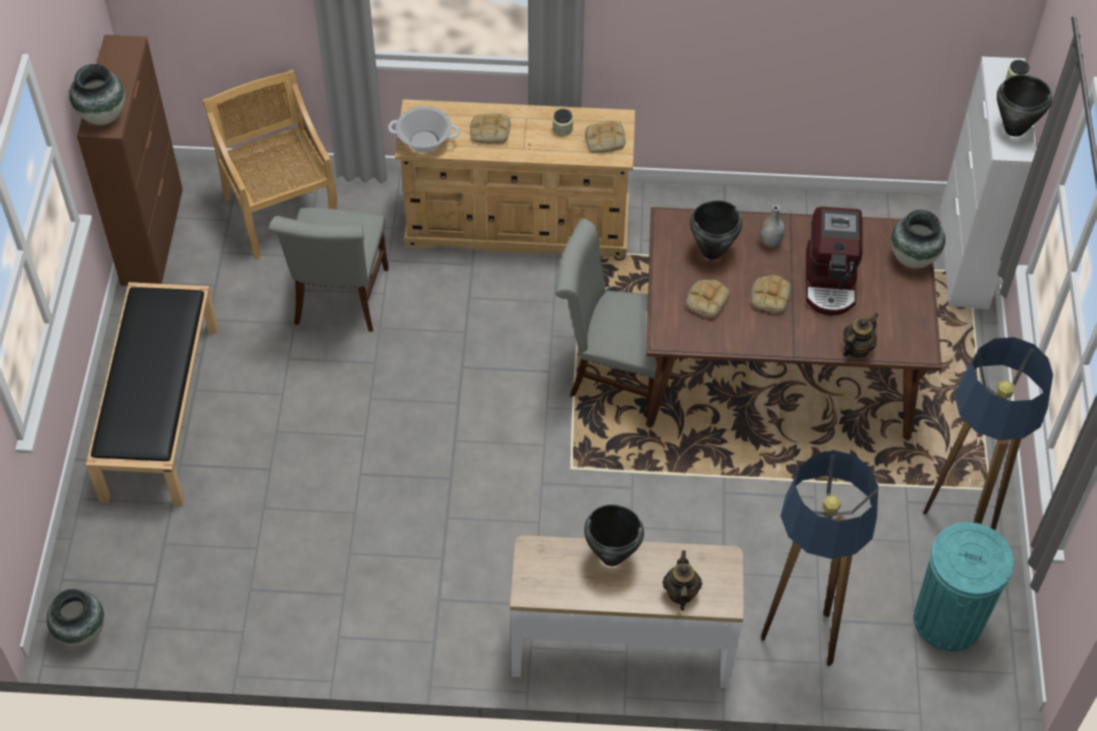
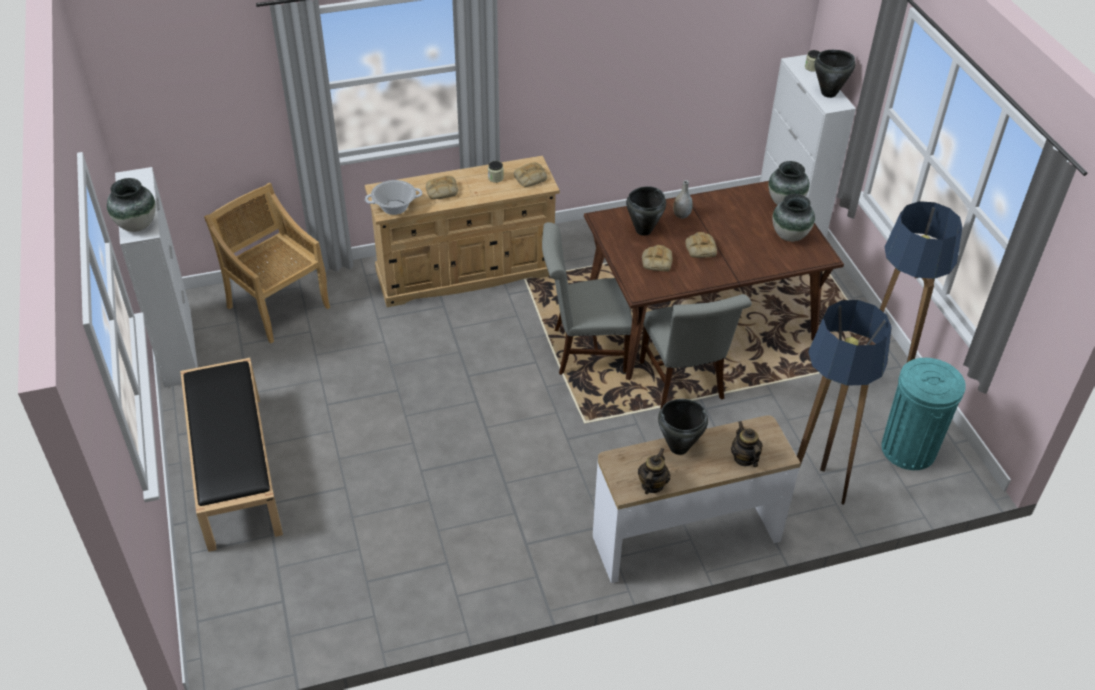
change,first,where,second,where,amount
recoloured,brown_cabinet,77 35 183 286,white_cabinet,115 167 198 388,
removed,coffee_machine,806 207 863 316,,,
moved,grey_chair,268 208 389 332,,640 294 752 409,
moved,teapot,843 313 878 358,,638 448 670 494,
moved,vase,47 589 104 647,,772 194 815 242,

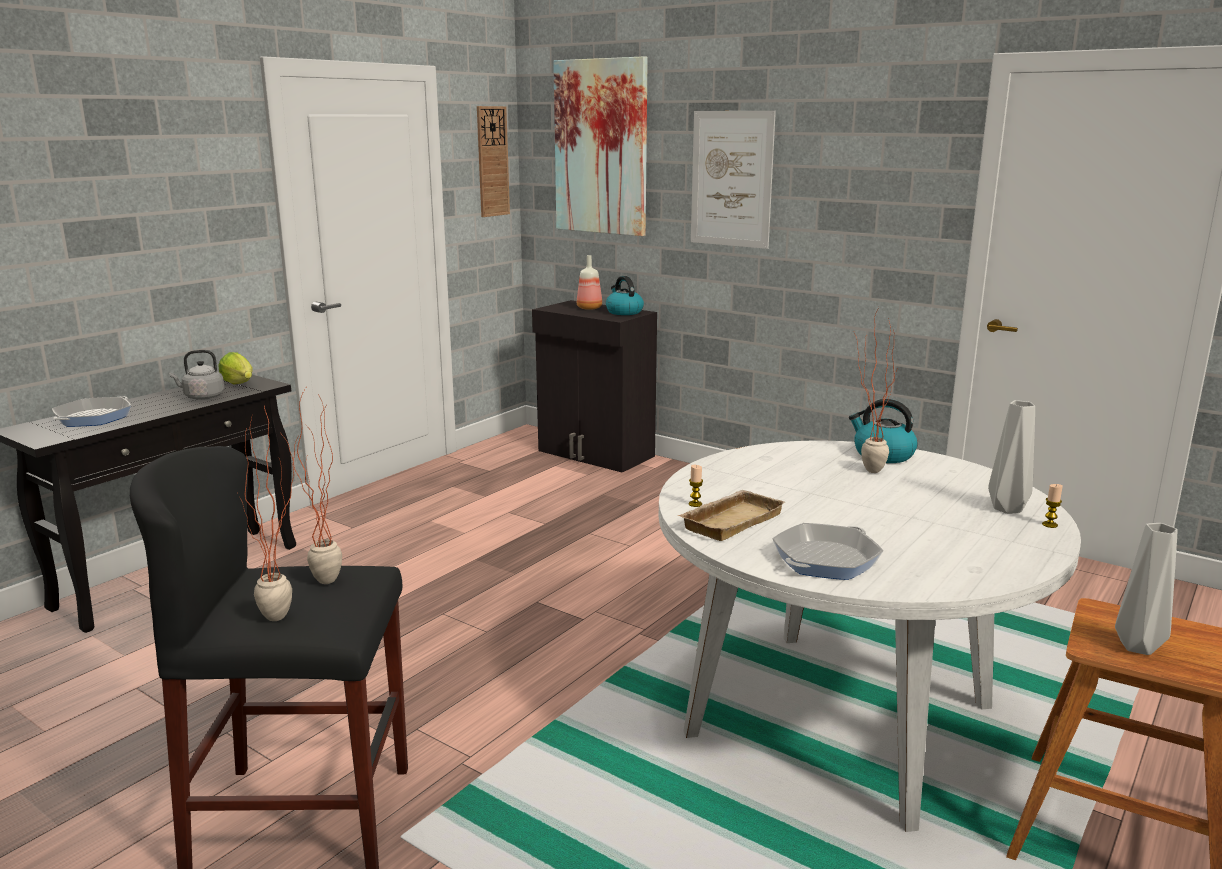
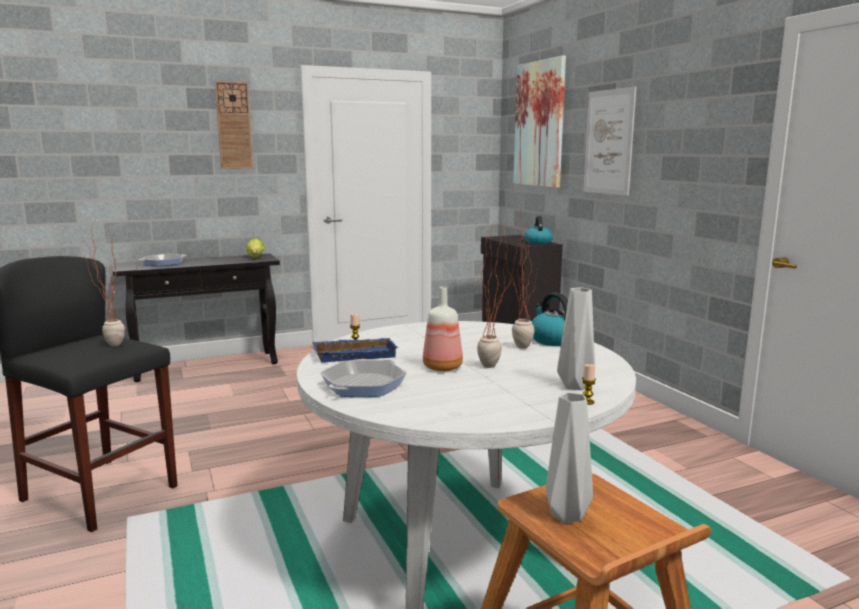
change,first,where,second,where,amount
moved,wall_clock,477 106 510 217,,215 81 253 169,
moved,bottle,577 255 602 310,,423 287 463 371,
removed,grey_kettle,169 350 225 400,,,
moved,potted_plant,237 406 299 621,,476 218 520 368,
recoloured,beige_tray,678 490 785 541,blue_tray,312 338 398 363,
turned,frying_pan,772 523 883 580,,320 359 407 397,45 degrees counterclockwise

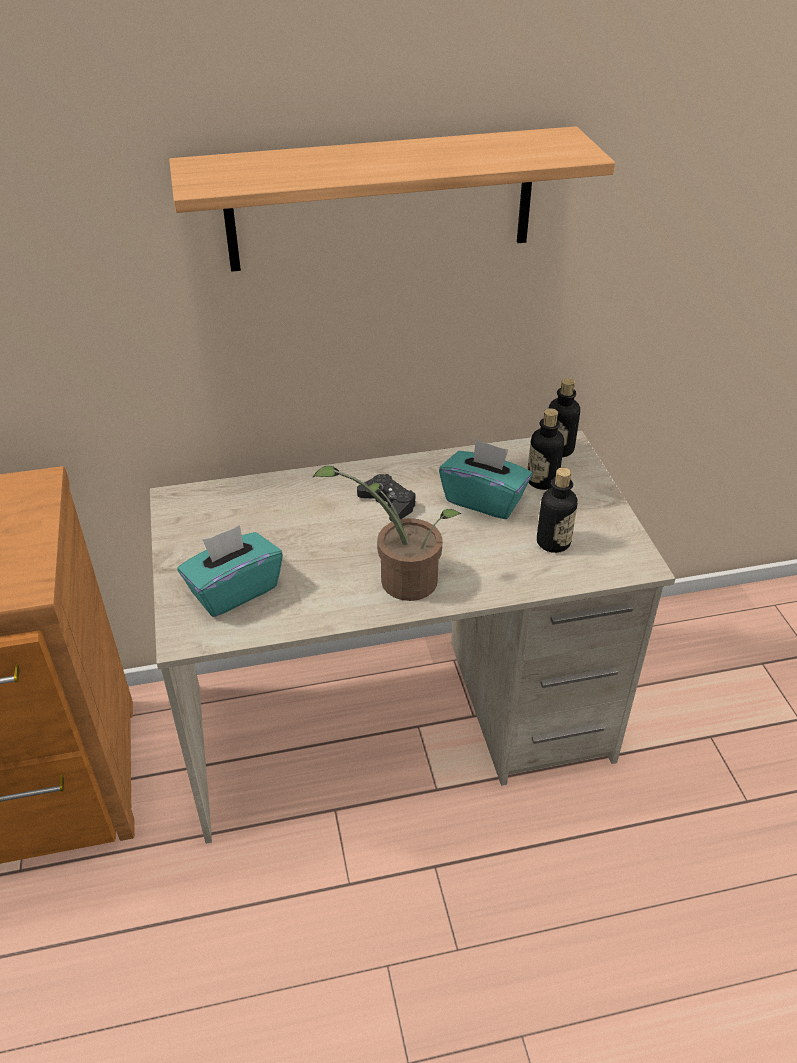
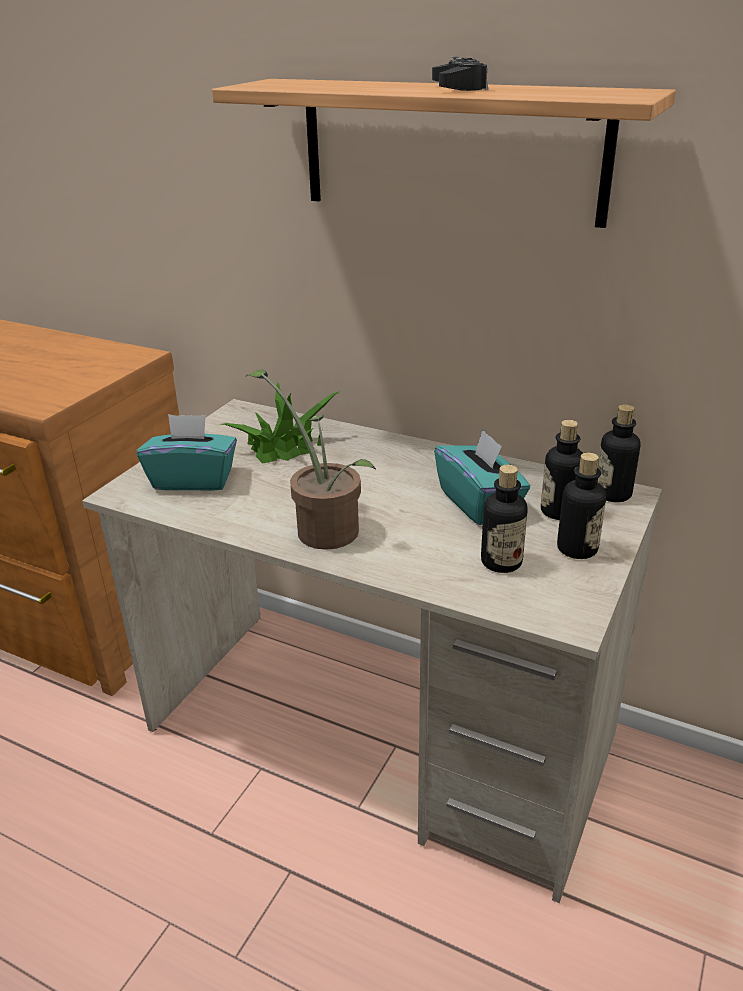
change,first,where,second,where,amount
moved,black_game_controller,357 474 416 522,,432 57 488 91,
added,,,potted_plant,220 382 340 464,
added,,,bottle,557 452 606 559,

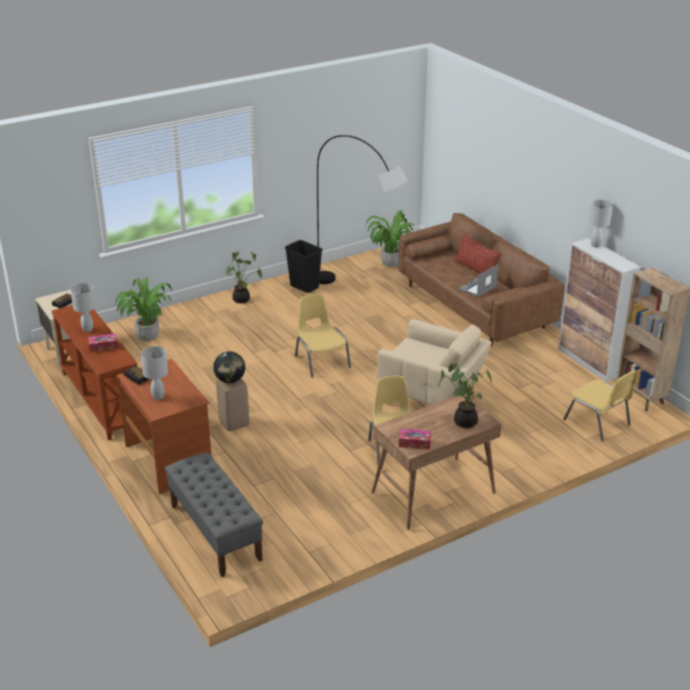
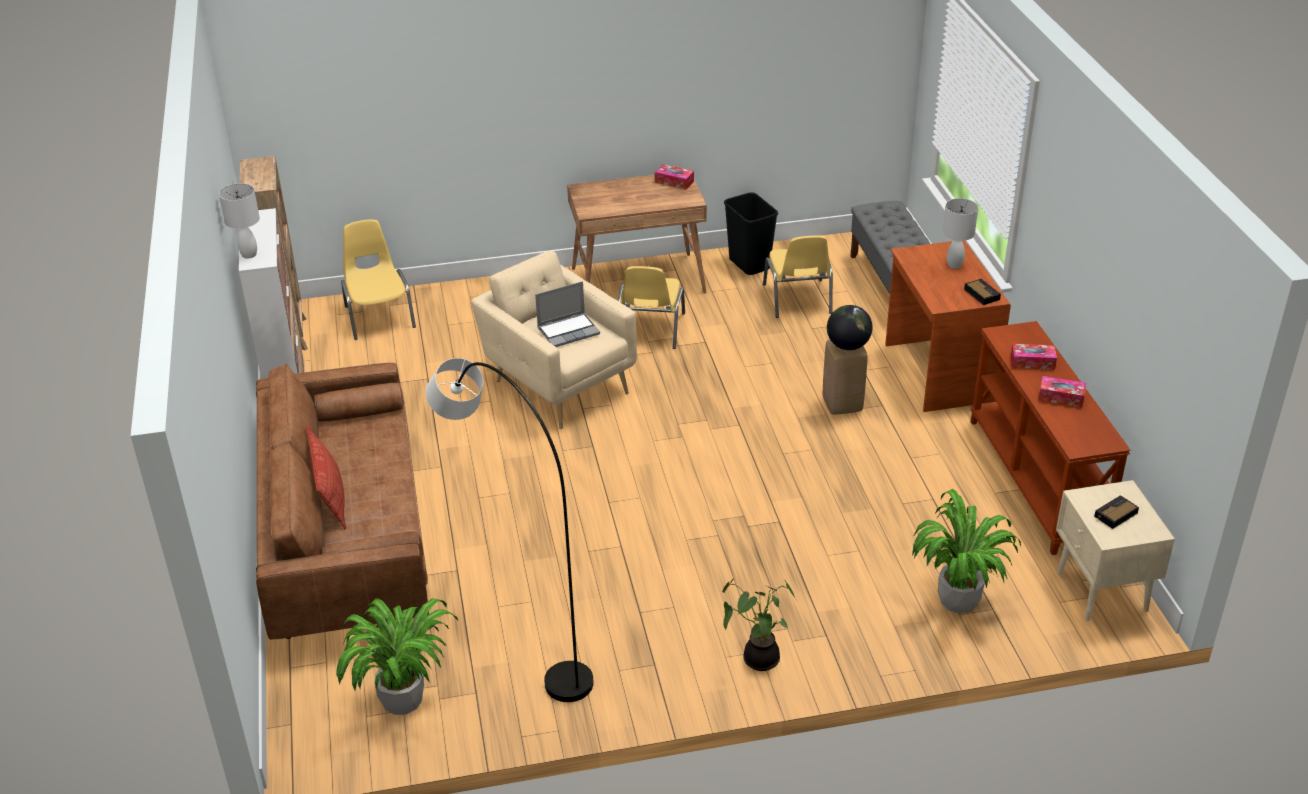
change,first,where,second,where,amount
moved,black_trash_can,285 240 323 293,,724 192 778 275,
moved,laptop,459 264 498 297,,535 281 600 347,
replaced,white_table_lamp,70 283 96 332,tissue_box,1038 376 1086 408,
moved,yellow_chair,295 293 351 378,,763 235 833 318,
removed,potted_plant,438 363 492 428,,,

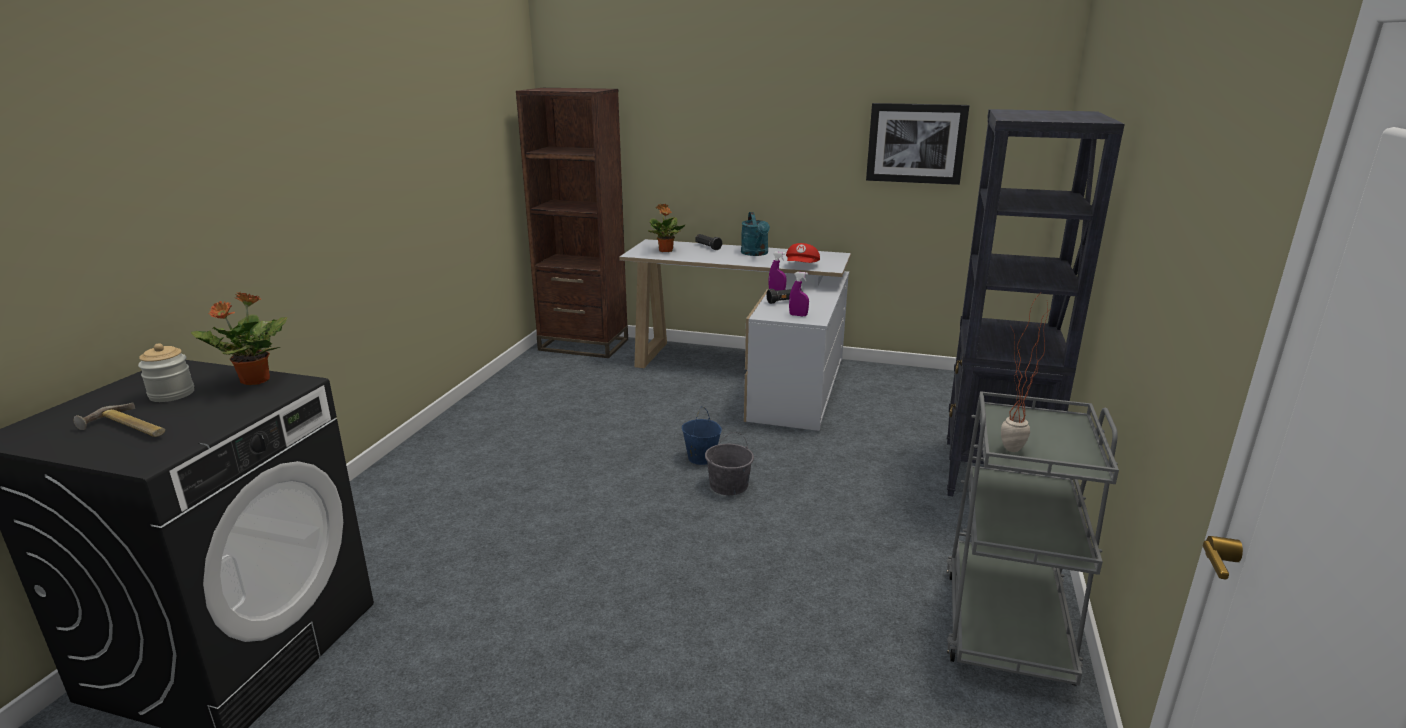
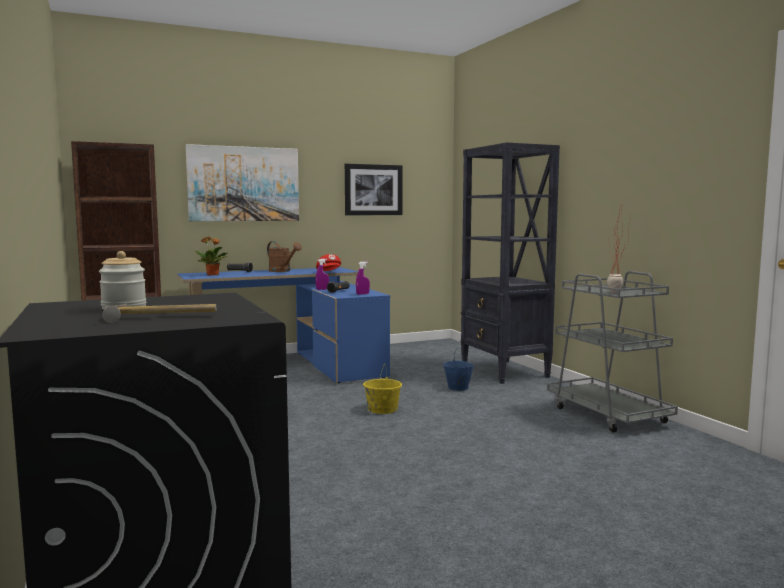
change,first,where,second,where,amount
recoloured,turquoise_watering_can,741 212 770 256,brown_watering_can,267 241 302 272,
recoloured,white_desk,619 239 851 431,blue_desk,177 267 390 383,
removed,potted_plant,191 292 288 385,,,
moved,blue_bucket,682 407 722 465,,443 347 474 391,
recoloured,grey_bucket,705 432 754 495,yellow_bucket,363 364 402 414,
added,,,picture,186 144 299 221,

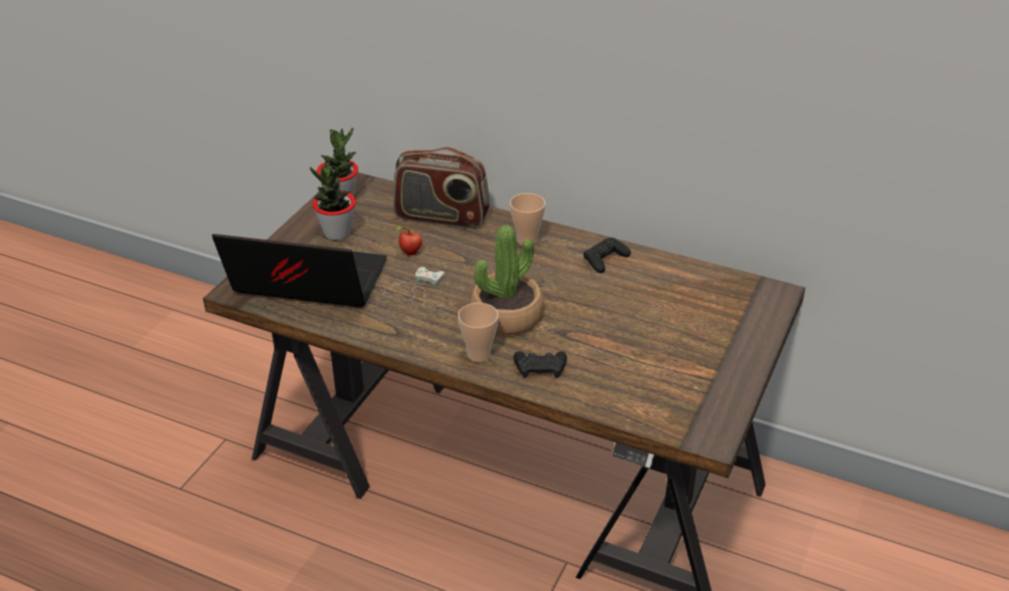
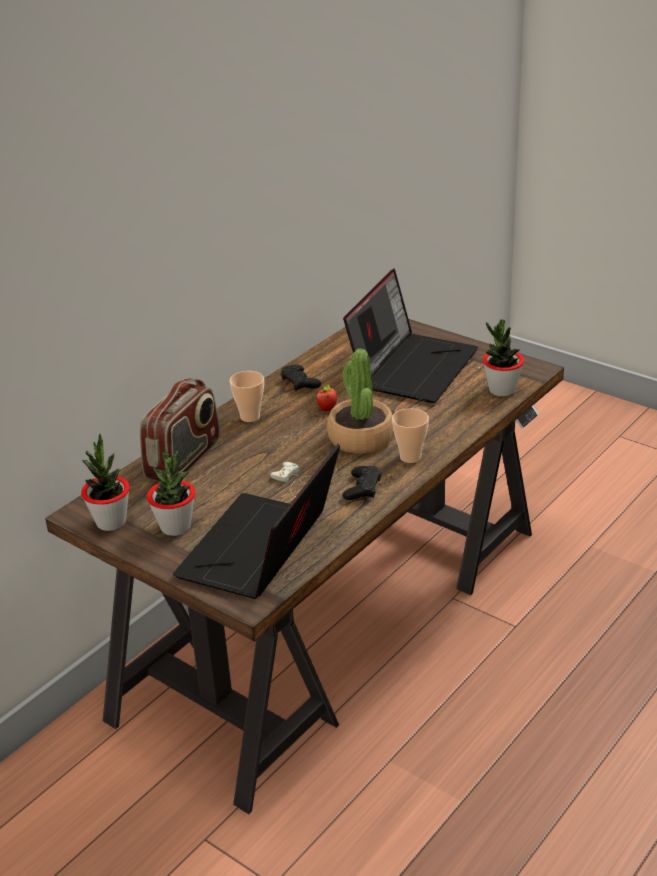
change,first,where,second,where,amount
moved,apple,396 227 422 256,,316 384 337 411,
moved,black_game_controller,513 351 567 378,,343 466 381 500,
added,,,laptop,343 269 478 403,
added,,,potted_plant,482 319 524 397,

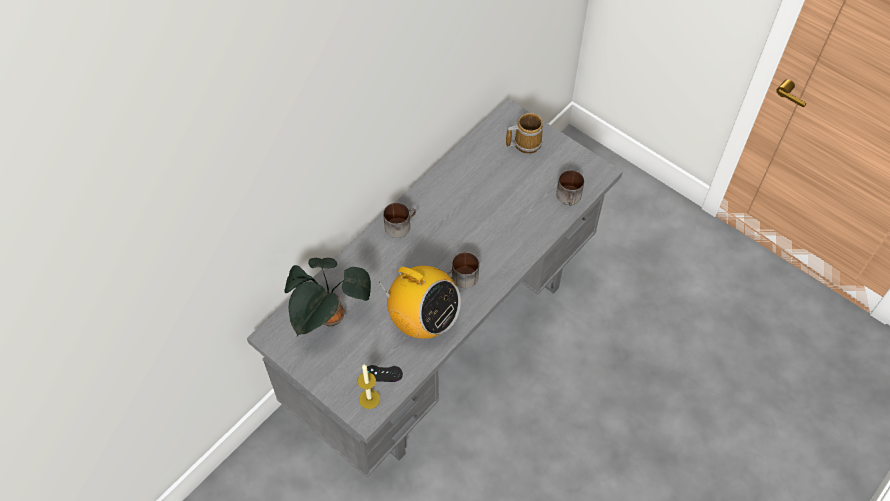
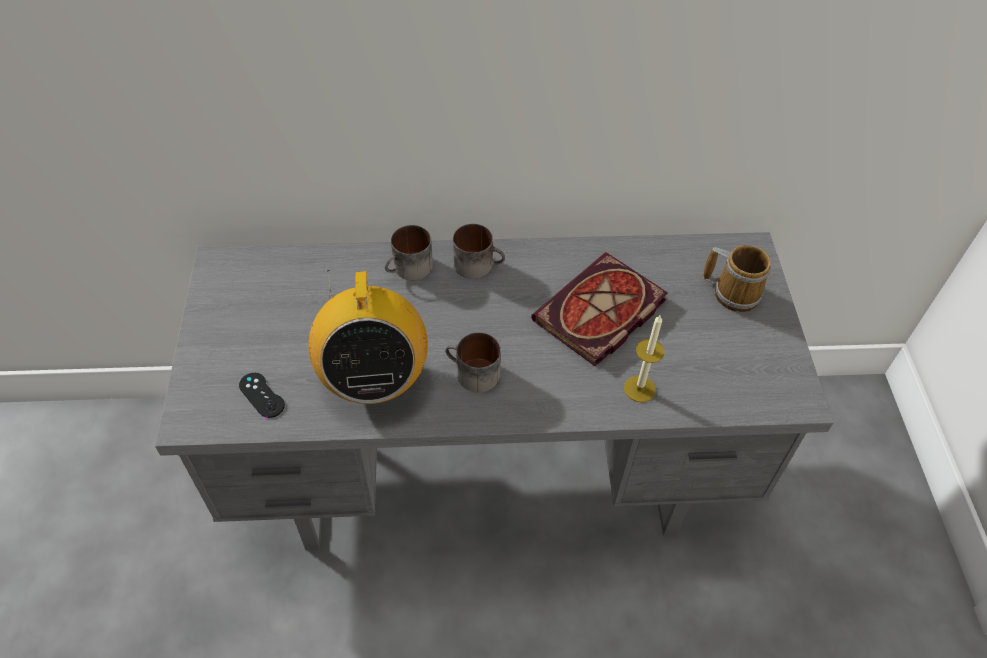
change,first,where,second,where,amount
moved,mug,556 170 584 206,,385 225 433 280,
removed,potted_plant,284 258 371 336,,,
moved,candle,357 365 380 409,,624 315 665 402,
added,,,book,531 252 668 367,

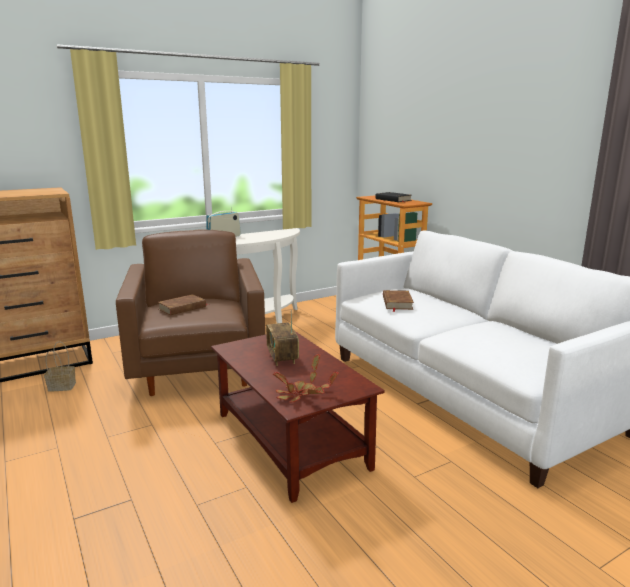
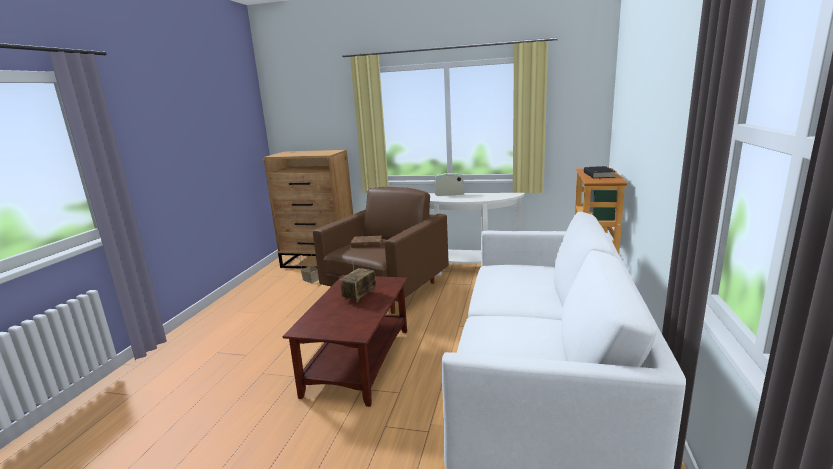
change,first,where,second,where,amount
removed,brown_book,383 290 414 312,,,
removed,potted_plant,273 354 339 403,,,

